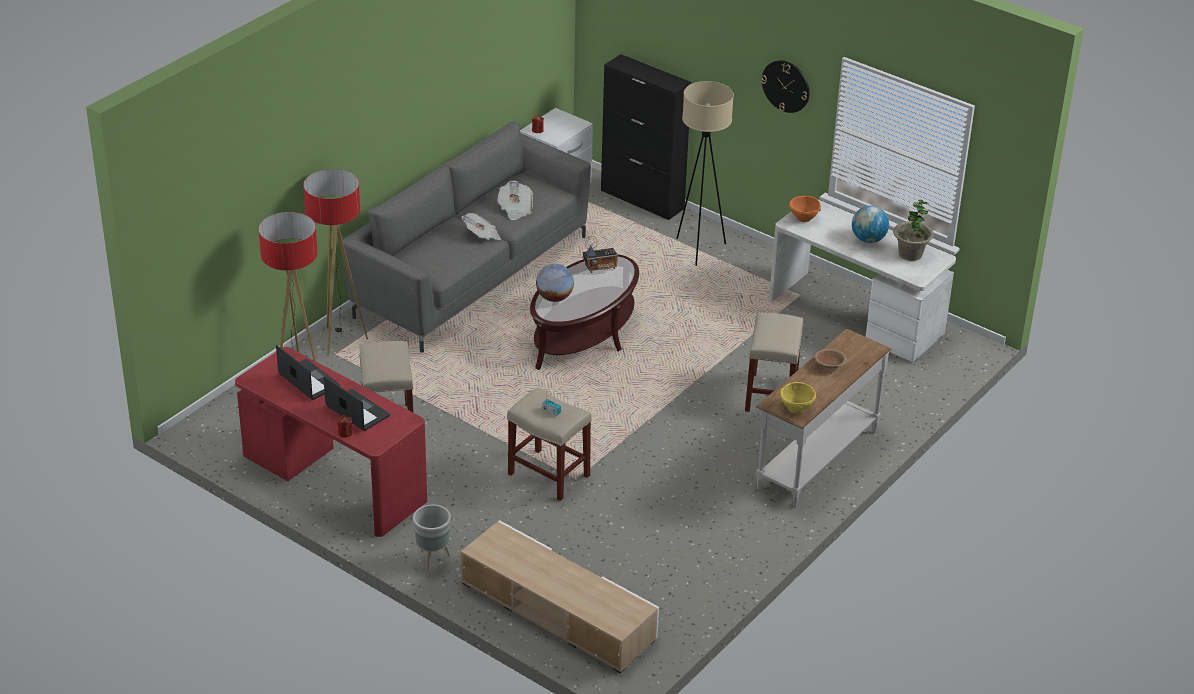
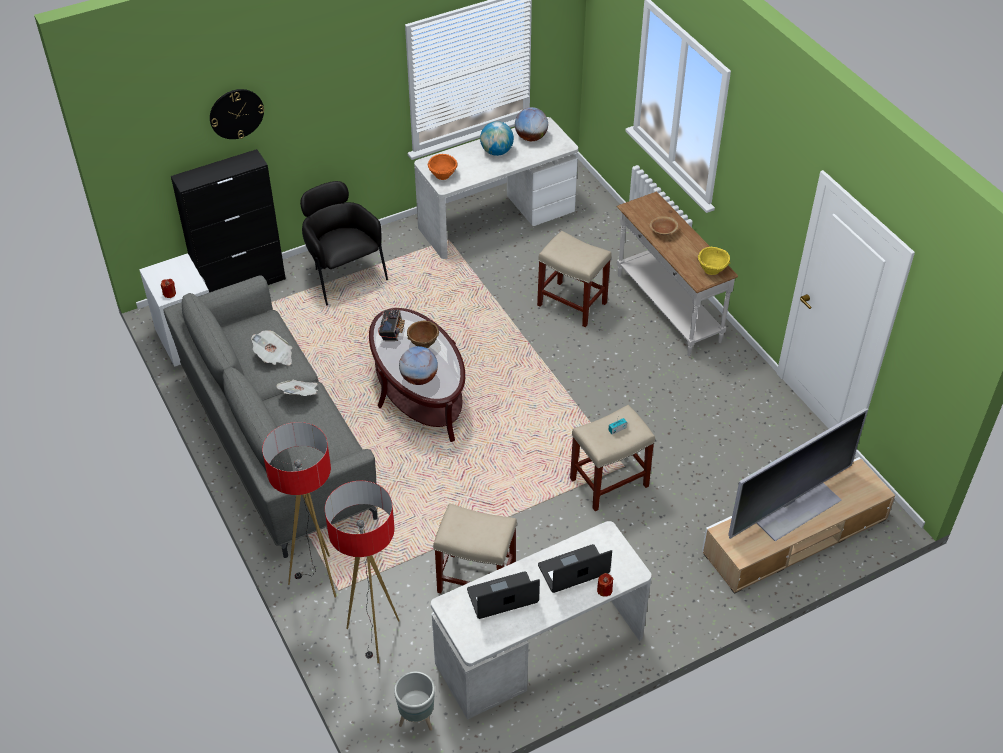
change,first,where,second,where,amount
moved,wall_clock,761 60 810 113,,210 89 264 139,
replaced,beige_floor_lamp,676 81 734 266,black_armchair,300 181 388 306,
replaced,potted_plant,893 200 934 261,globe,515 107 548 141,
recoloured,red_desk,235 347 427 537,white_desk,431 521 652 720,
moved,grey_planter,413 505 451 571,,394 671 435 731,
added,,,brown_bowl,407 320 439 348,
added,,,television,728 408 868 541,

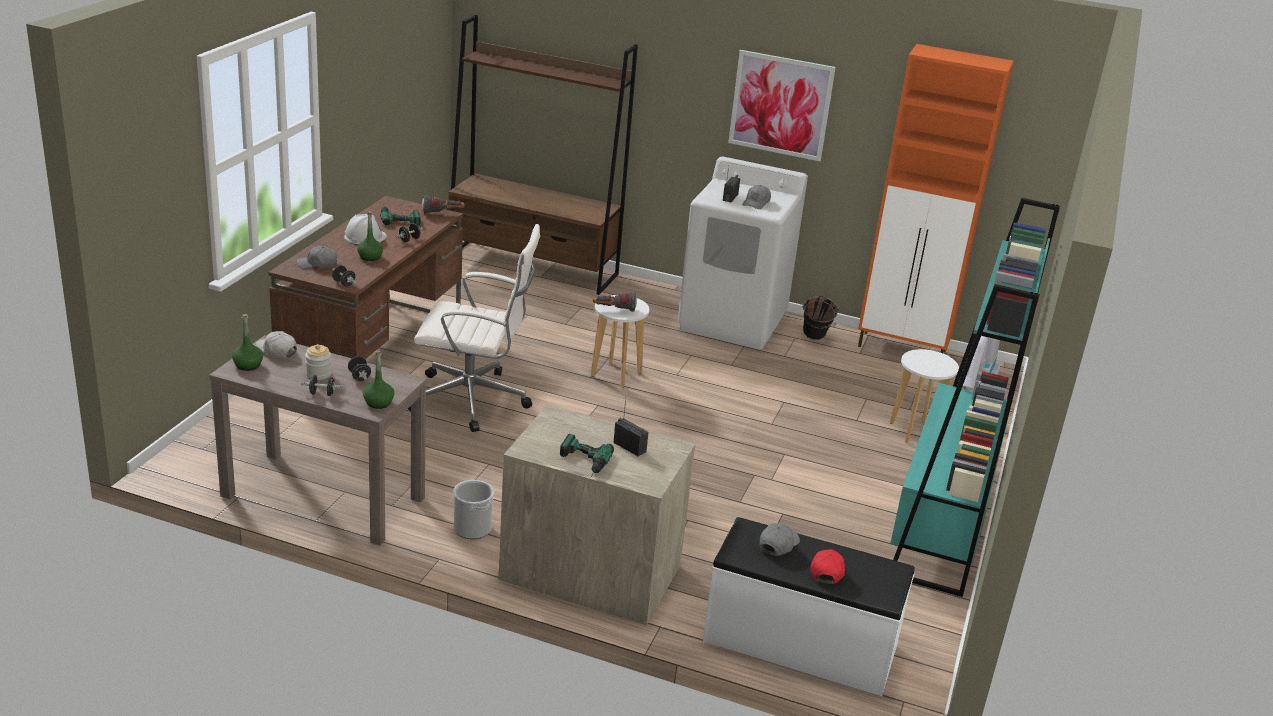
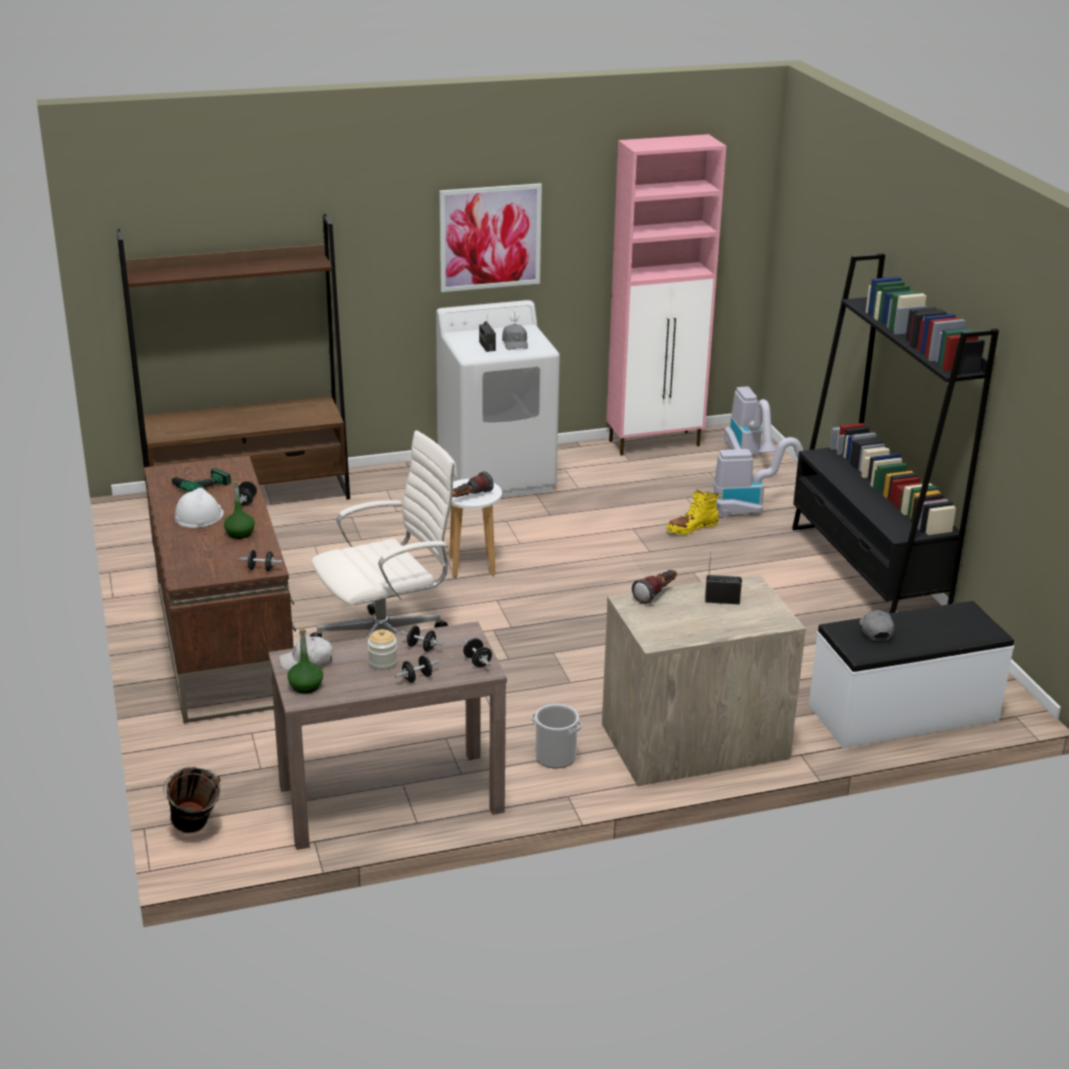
change,first,where,second,where,amount
recoloured,orange_cabinet,858 44 1013 353,pink_cabinet,606 134 726 456,
moved,flashlight,422 195 465 214,,632 570 677 604,
recoloured,turquoise_bookcase,890 198 1060 597,black_bookcase,792 253 999 614,
removed,grey_cap,297 246 337 269,,,
moved,black_bucket,802 296 839 340,,163 767 221 833,
replaced,white_stool,889 349 959 443,vacuum_cleaner,712 437 804 518,
replaced,green_bottle,363 351 395 409,black_dumbbell,463 638 492 667,
removed,power_drill,560 434 614 478,,,
removed,red_cap,811 549 845 584,,,
added,,,yellow_boot,666 490 721 535,

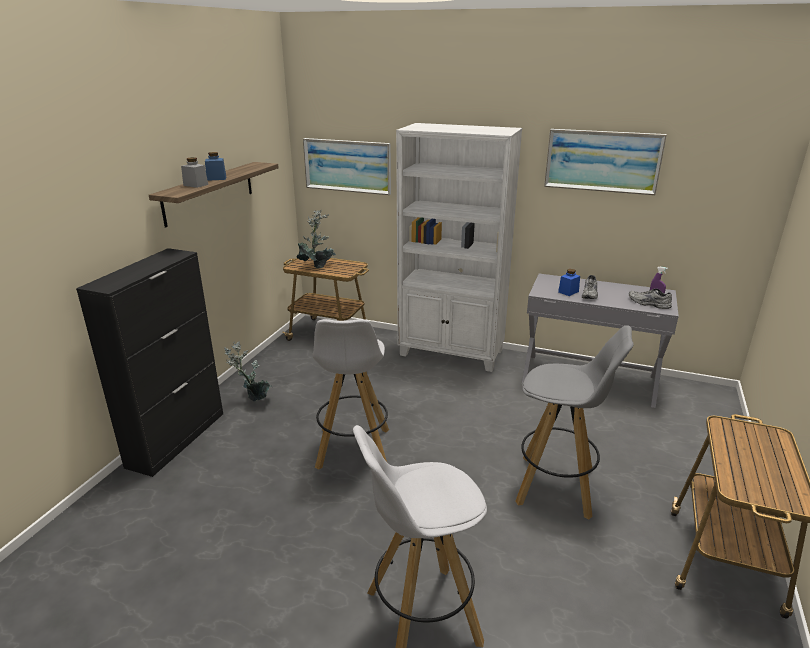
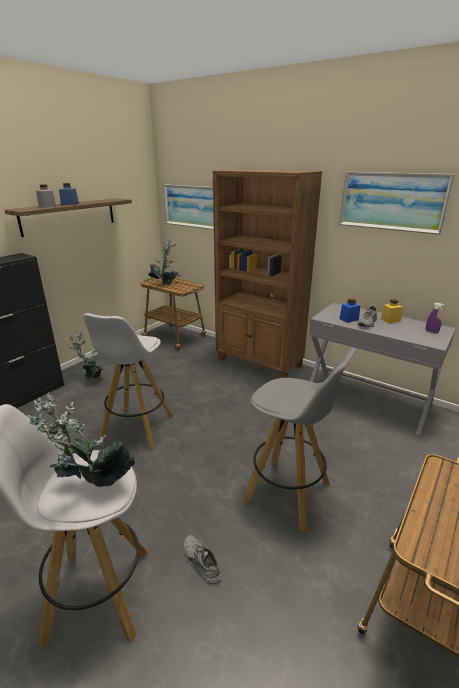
change,first,where,second,where,amount
recoloured,white_bookcase,396 123 522 372,brown_bookcase,213 169 322 378,
moved,grey_shoe,629 289 672 309,,184 535 222 584,
added,,,yellow_jar,381 299 403 323,
added,,,potted_plant,28 392 135 487,

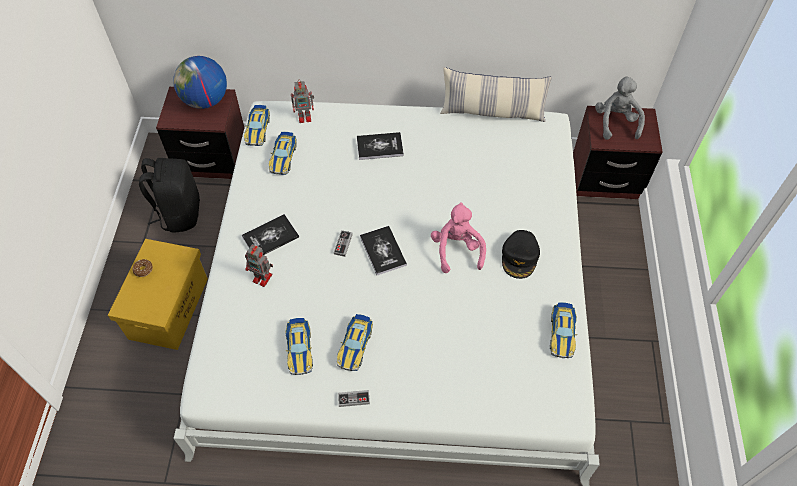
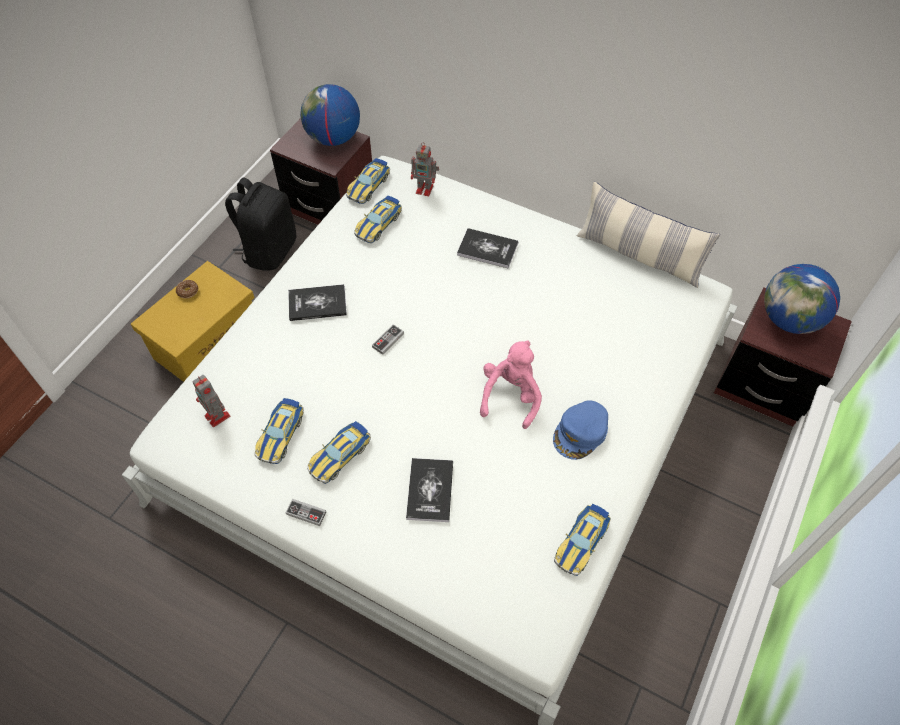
change,first,where,second,where,amount
replaced,grey_plush_toy,595 76 645 140,globe,764 264 840 334,
moved,book,360 226 407 275,,406 458 453 522,
recoloured,black_cap,502 230 540 279,blue_cap,553 400 608 460,
moved,toy_robot,245 244 273 287,,192 375 230 427,

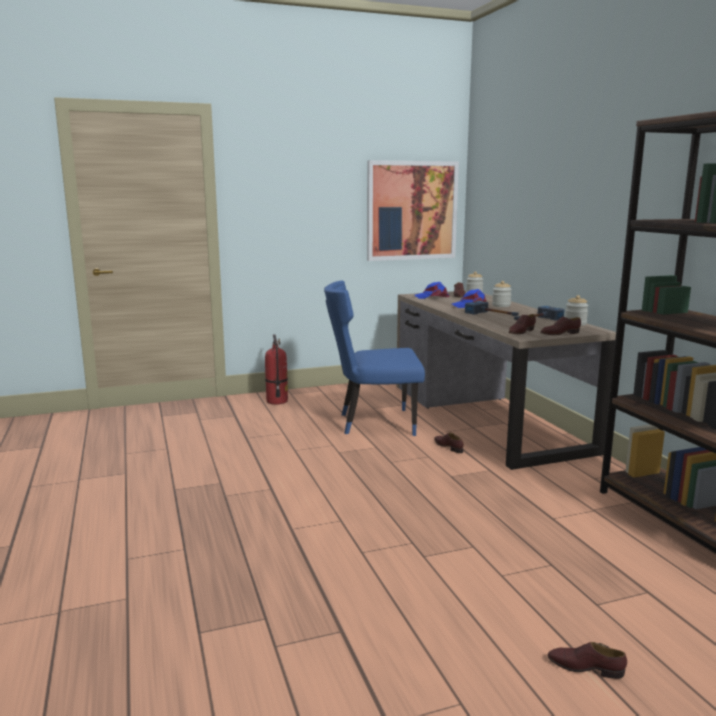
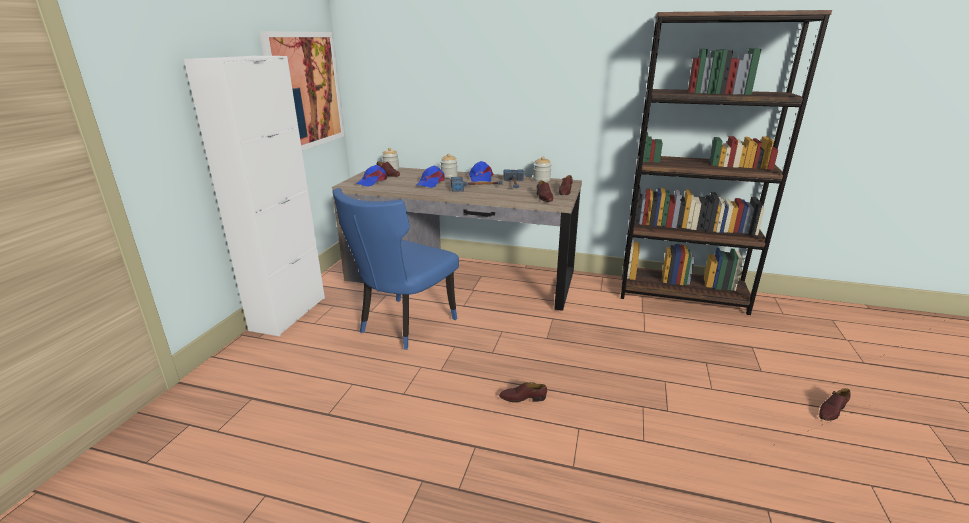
change,first,where,second,where,amount
removed,fire_extinguisher,265 334 288 405,,,
moved,brown_shoe,434 432 464 453,,499 382 547 403,
added,,,white_cabinet,184 56 325 336,
added,,,blue_cap,469 161 493 182,

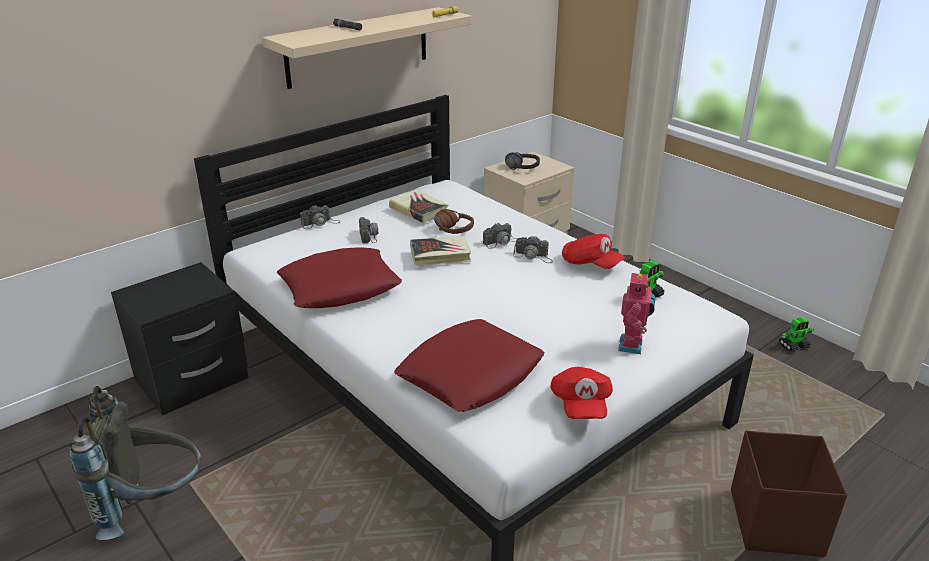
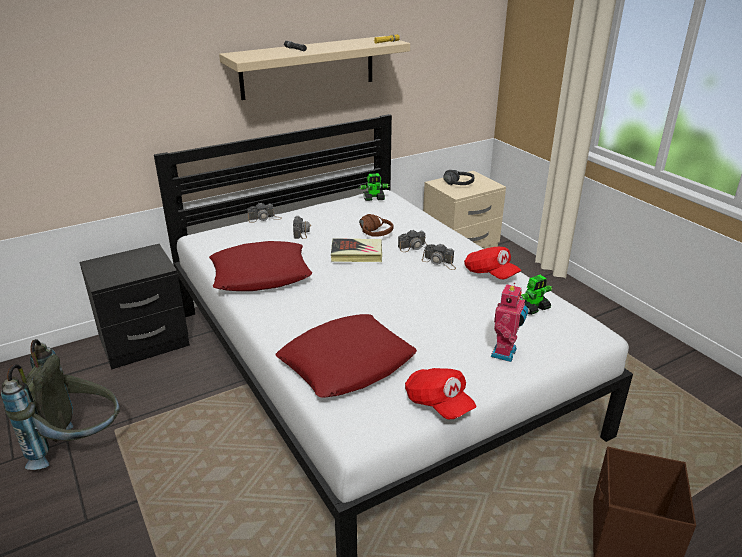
change,first,where,second,where,amount
removed,book,389 189 448 223,,,
moved,toy_robot,779 317 814 351,,359 173 390 201,
turned,red_cap,550 367 613 419,,405 368 476 419,45 degrees counterclockwise

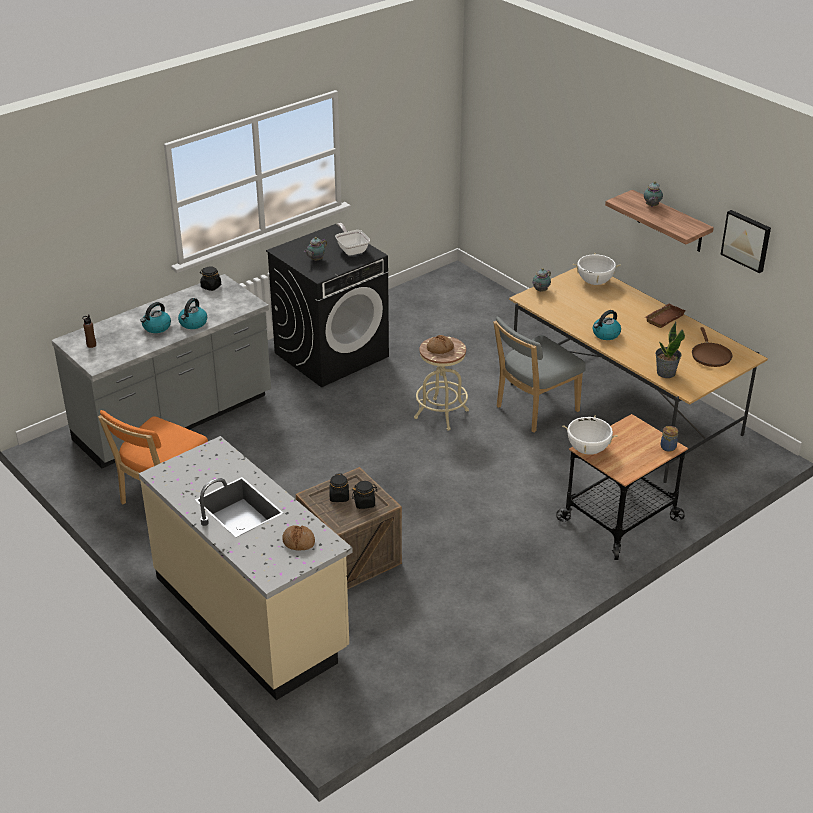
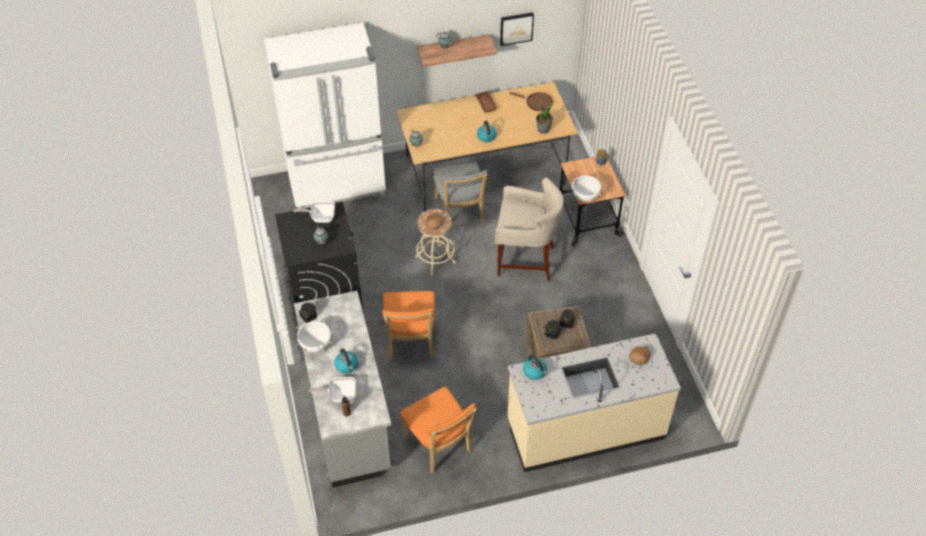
change,first,where,second,where,amount
moved,white_cooking_pot,573 253 621 285,,296 320 332 353,
moved,kettle,178 298 207 329,,523 355 547 380,
added,,,white_fridge,264 23 386 209,
added,,,beige_stool,495 178 564 281,
added,,,orange_chair,382 291 435 359,
added,,,frying_pan,309 377 356 403,

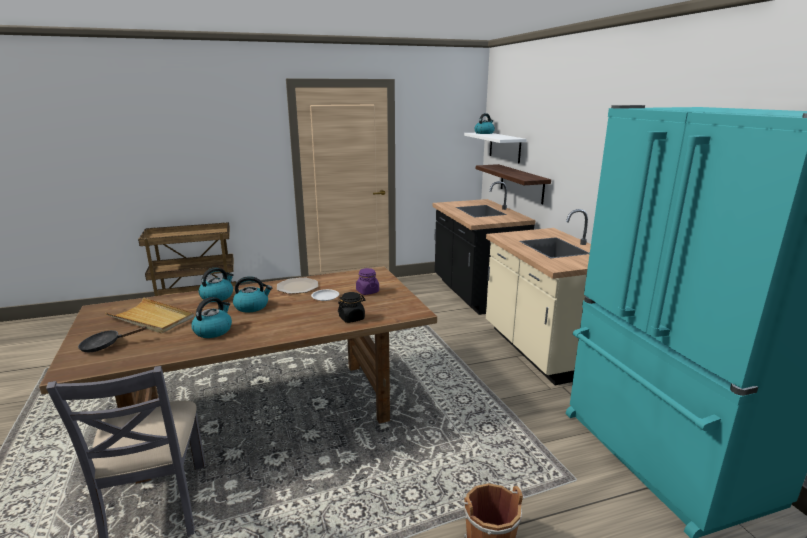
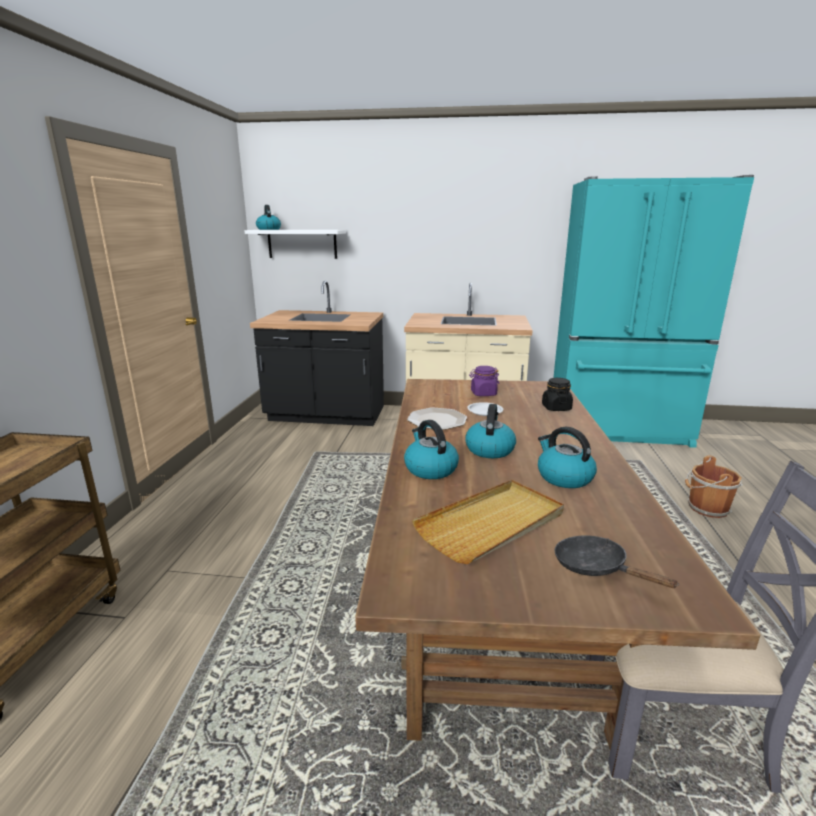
change,first,where,second,where,amount
removed,shelf,476 164 551 204,,,
turned,black_frying_pan,78 326 147 352,,554 536 679 588,135 degrees clockwise

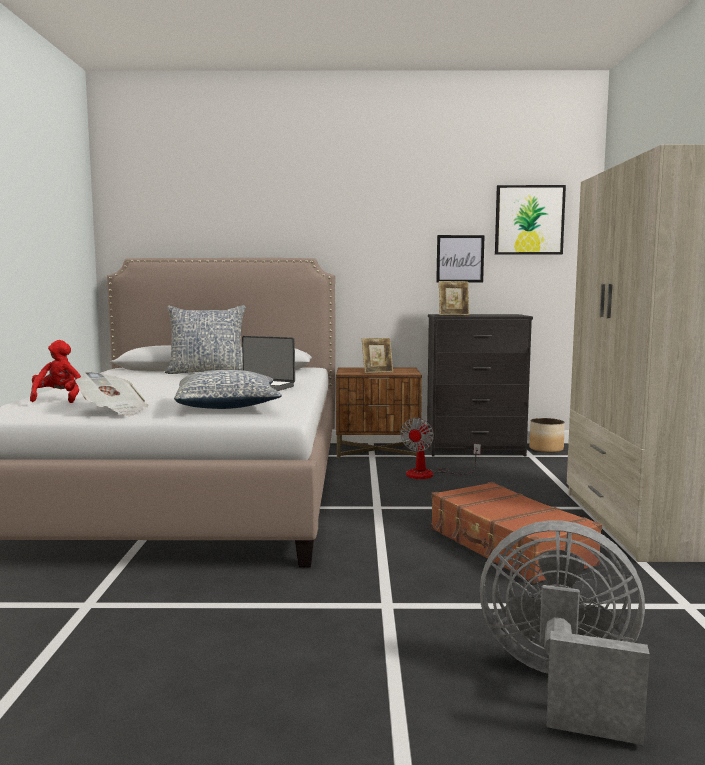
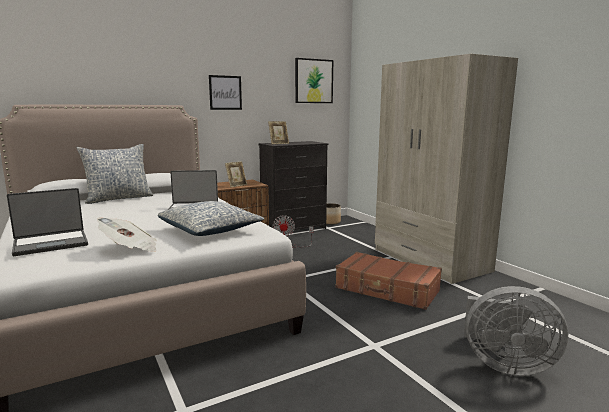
change,first,where,second,where,amount
moved,picture,436 235 485 283,,209 75 242 110,
replaced,red_plush_toy,30 340 81 403,laptop,7 188 88 256,
turned,grey_fan,480 520 650 745,,464 286 568 376,150 degrees counterclockwise

